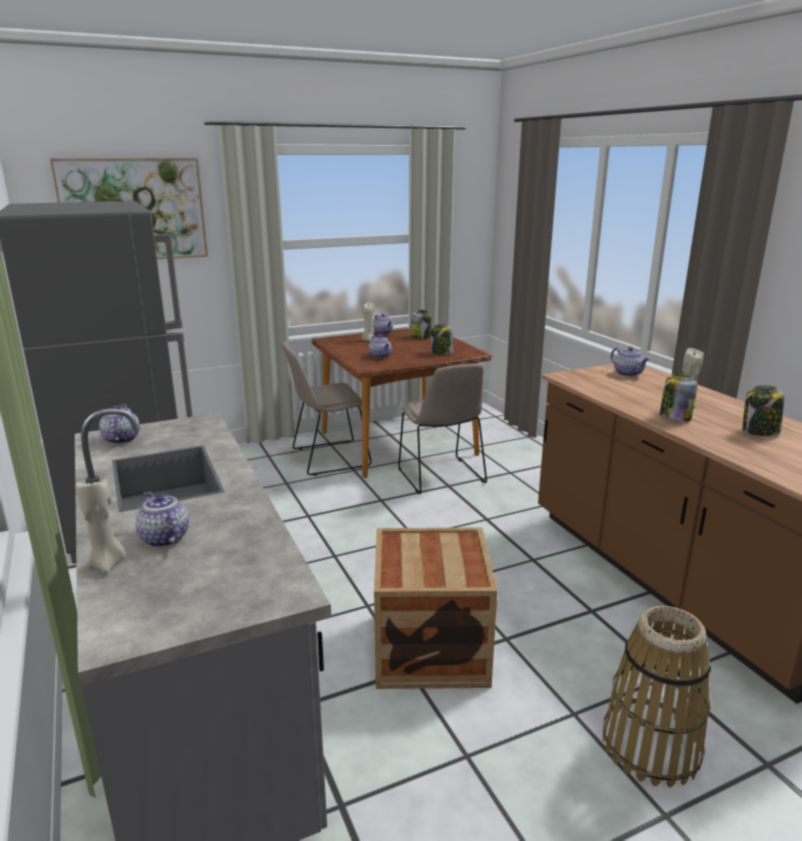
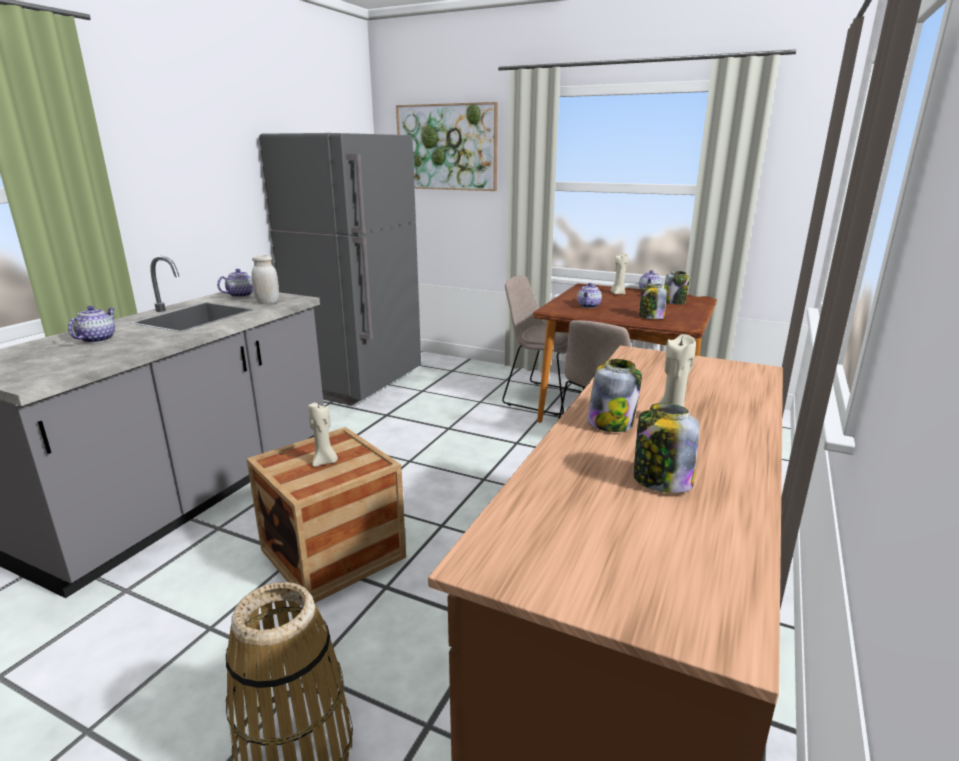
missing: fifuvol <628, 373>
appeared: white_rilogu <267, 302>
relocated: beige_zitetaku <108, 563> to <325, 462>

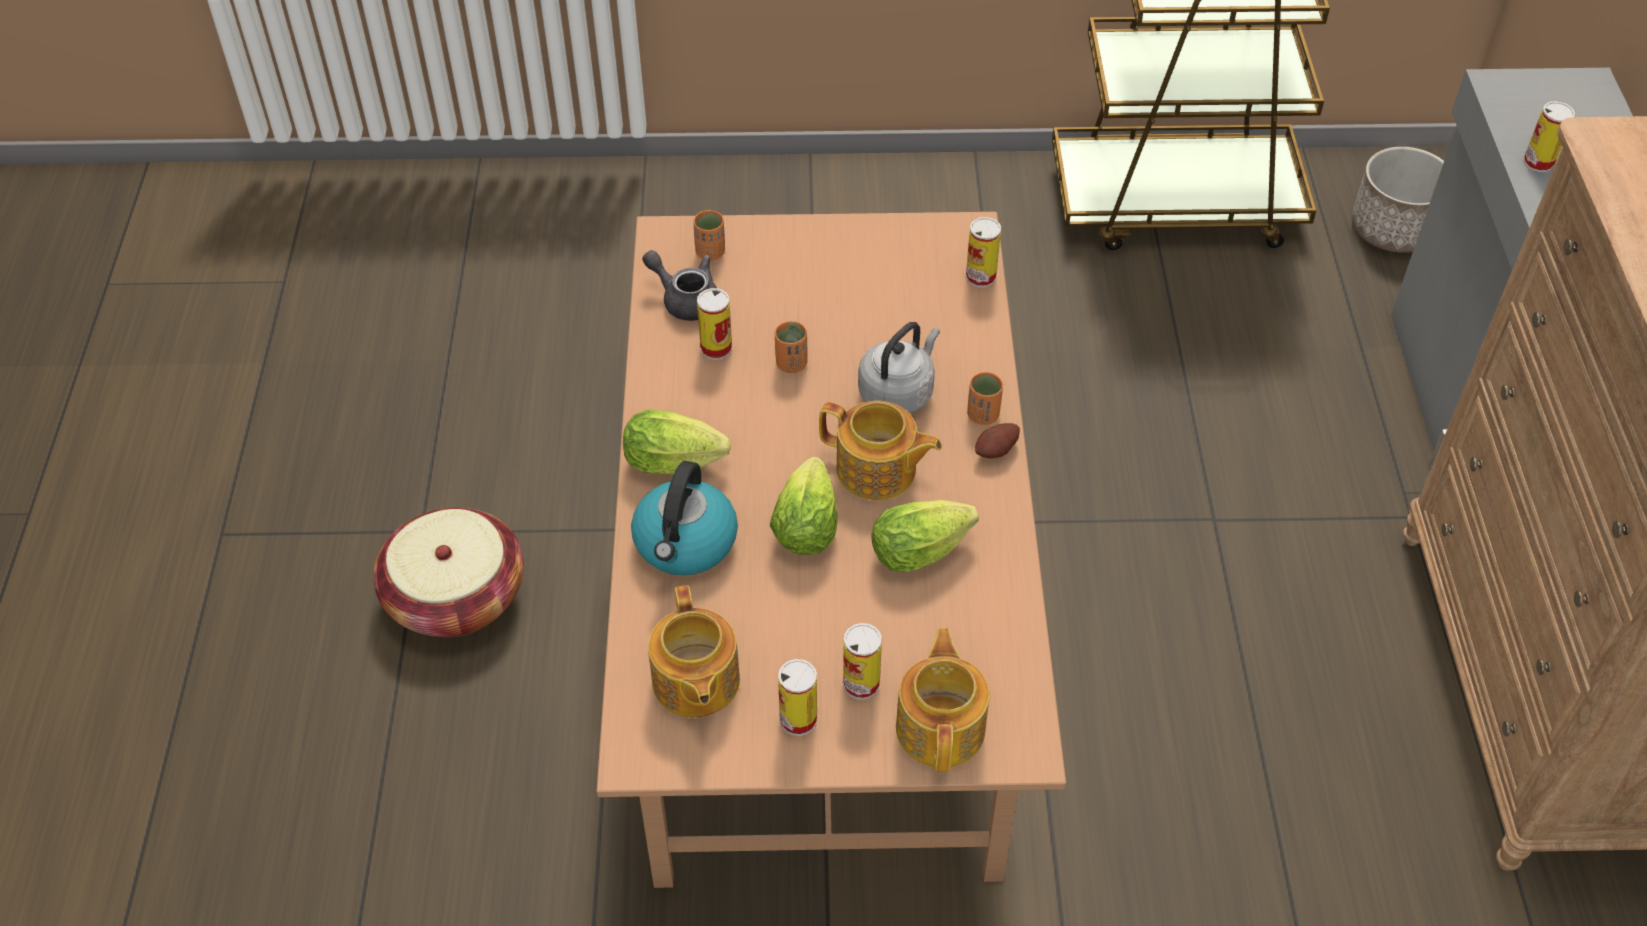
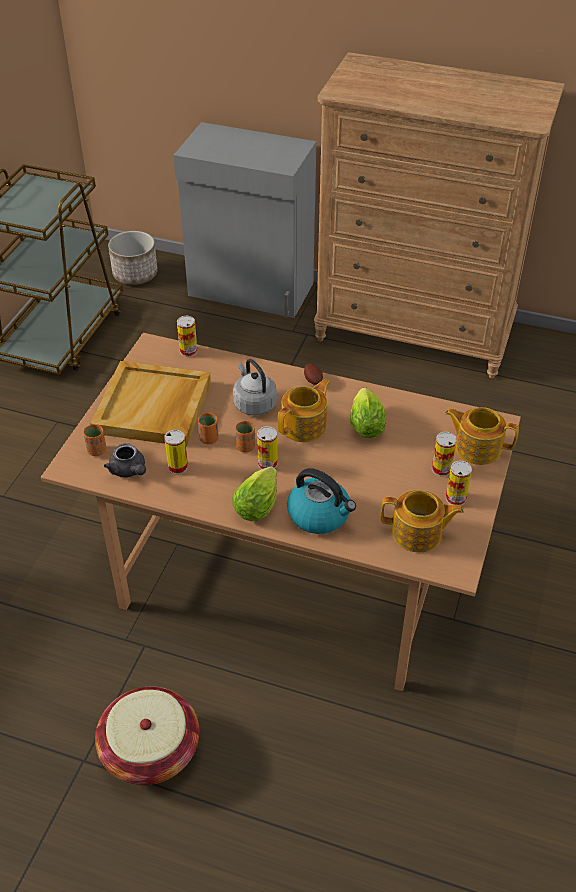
missing: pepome <807, 523>
appeared: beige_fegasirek <153, 407>
relocated: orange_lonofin <983, 415> to <245, 447>; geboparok <1538, 162> to <267, 463>
spun: grey_fifuvol <685, 299> = <129, 471> 90 degrees counterclockwise

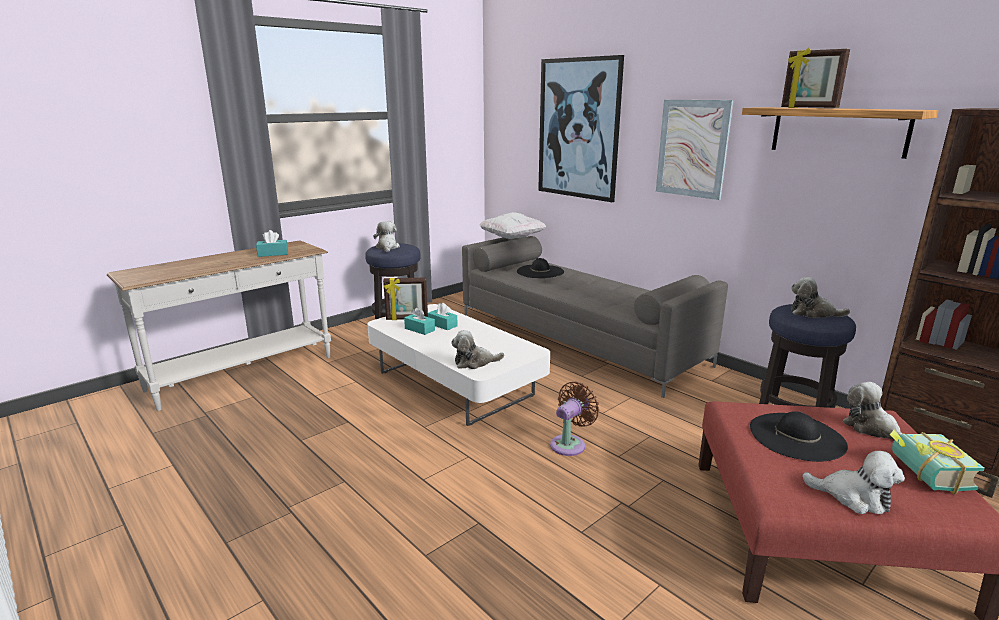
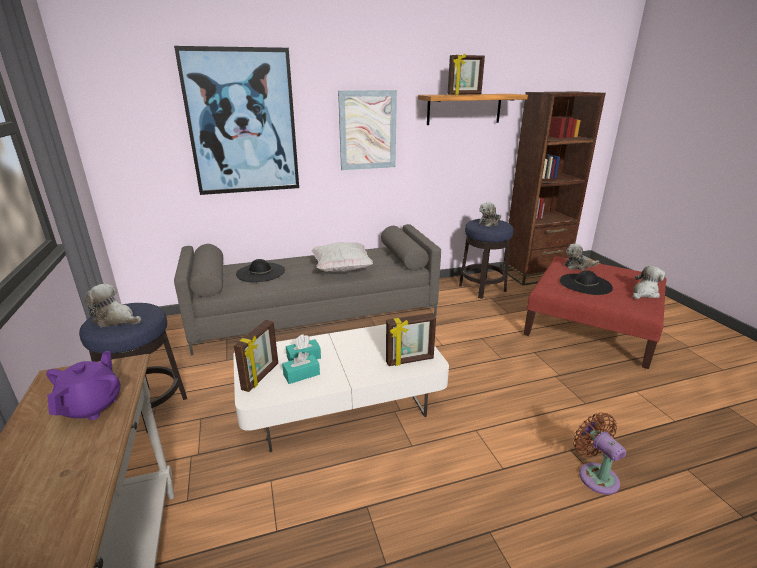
missing: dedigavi <923, 475>
relocated: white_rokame <512, 238> to <342, 269>; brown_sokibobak <570, 444> to <595, 475>
exchanged: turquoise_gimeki <273, 254> to purple_fifuvol <92, 406>; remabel <474, 362> to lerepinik <410, 361>

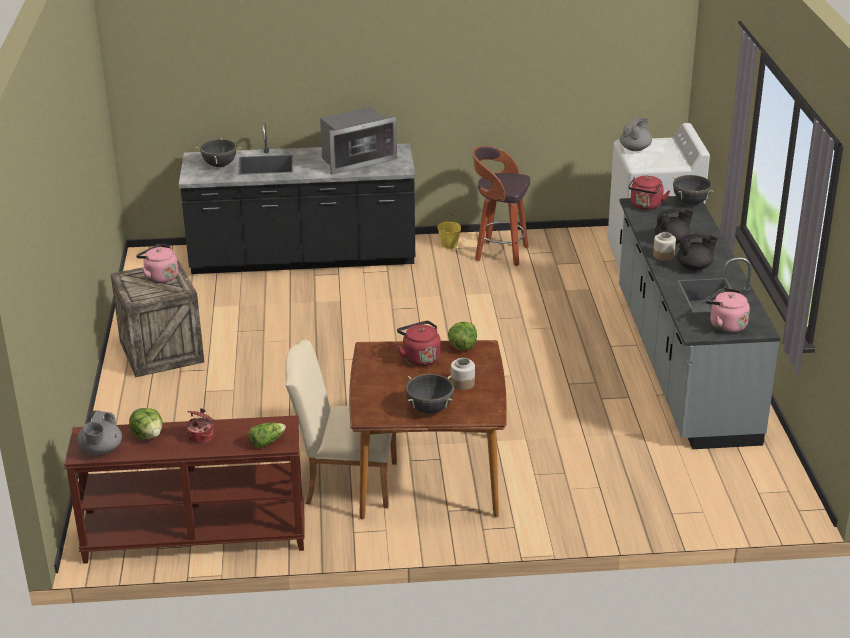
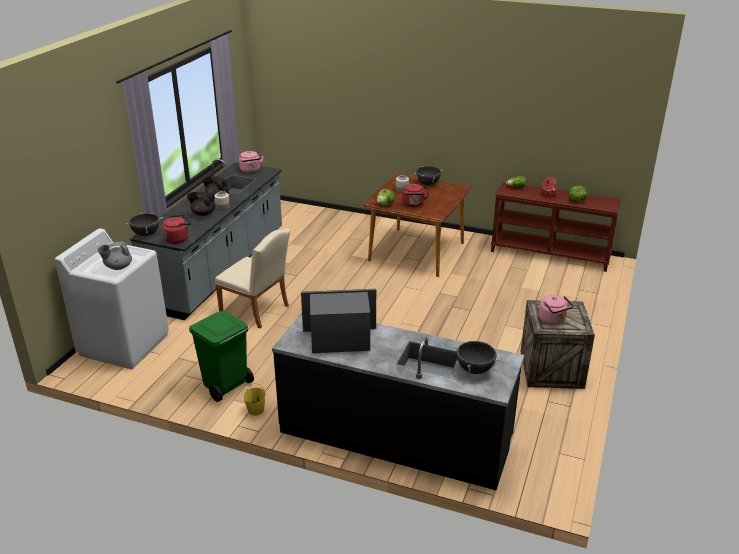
missing: grey_fifuvol <101, 450>
relocated: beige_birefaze <344, 482> to <258, 311>
exchanged: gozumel <500, 253> to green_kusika <225, 386>

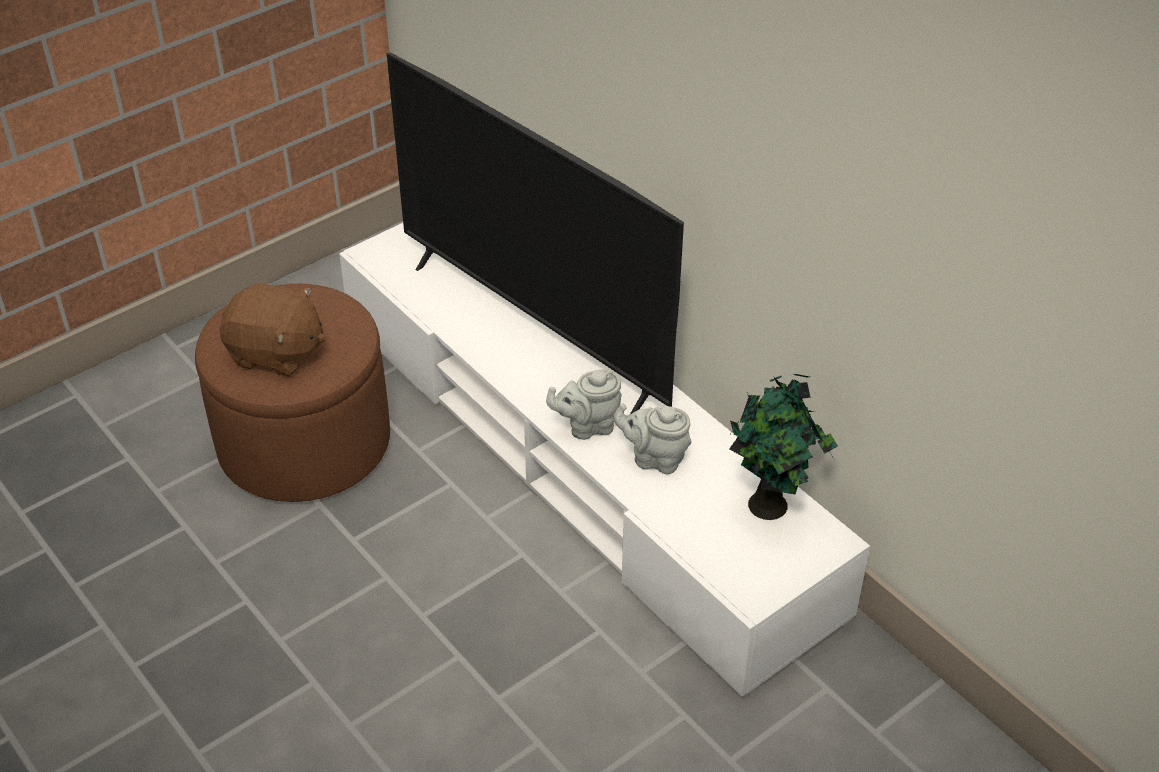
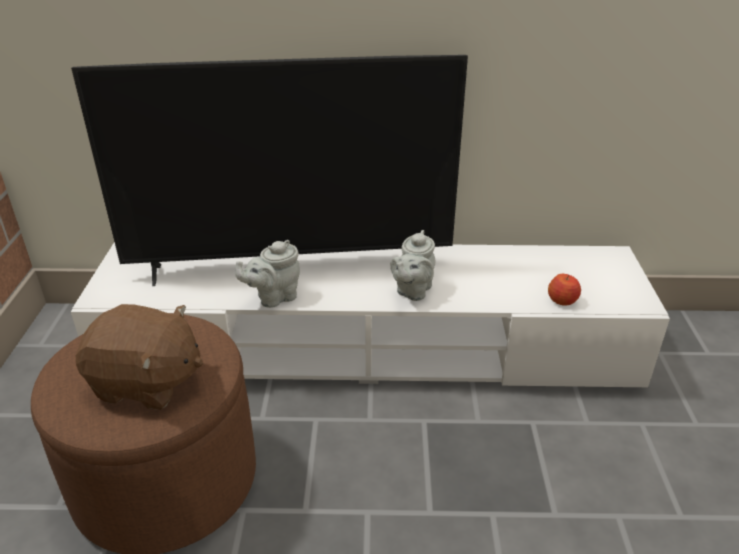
missing: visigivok <771, 506>
appeared: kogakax <562, 300>
relocated: grey_fifuvol <655, 458> to <274, 297>
spun: brown_remabel <276, 353> = <147, 383> 45 degrees clockwise

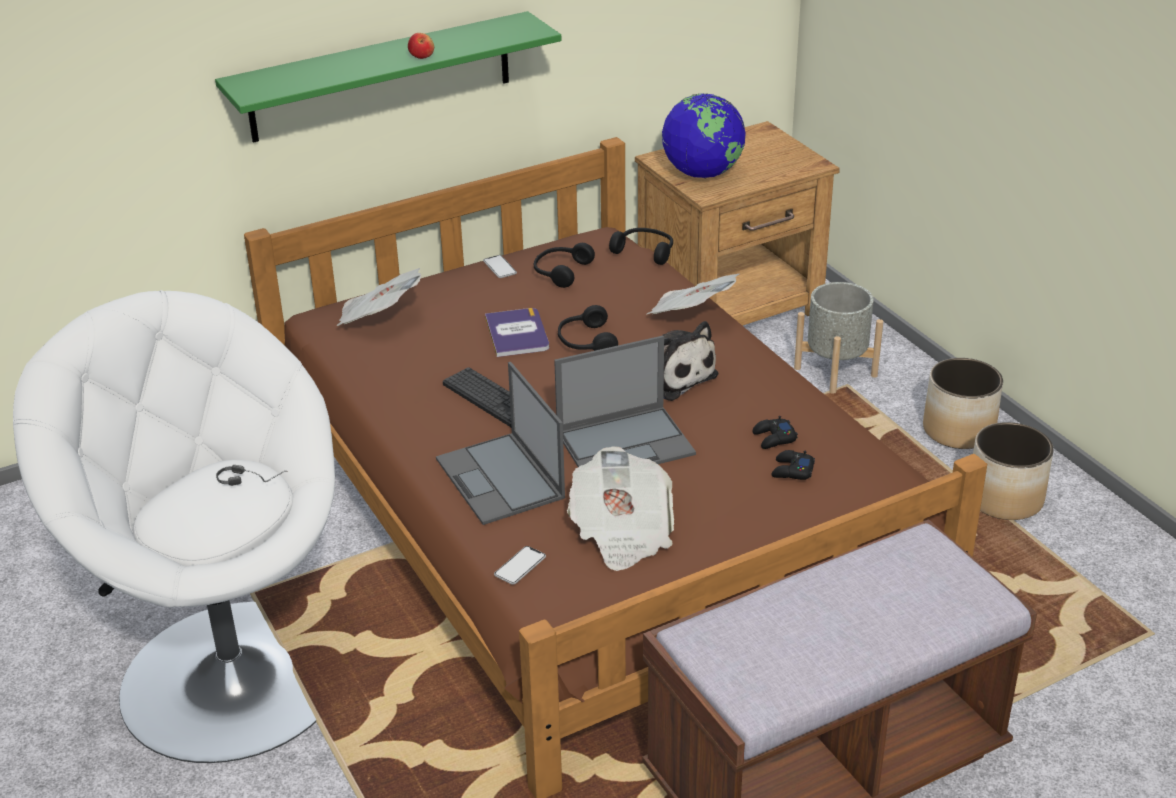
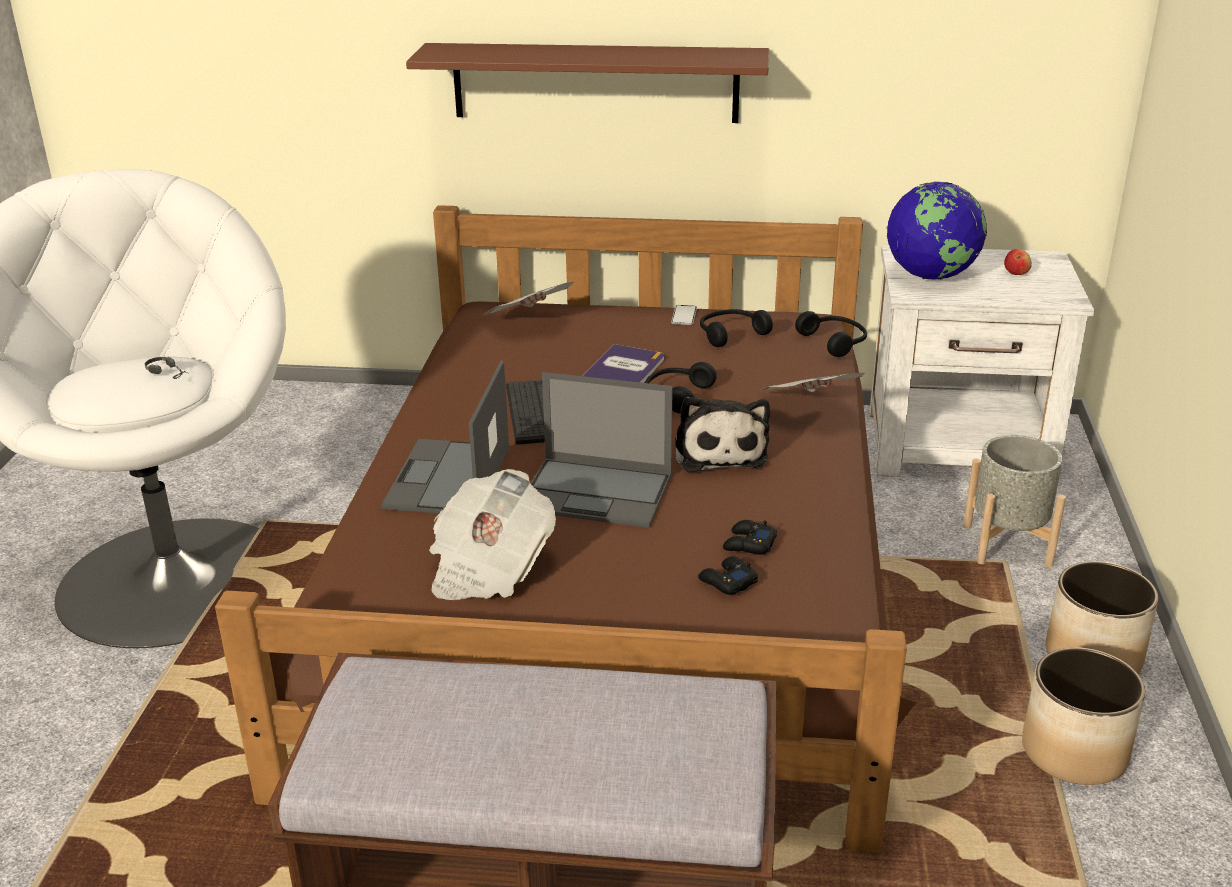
missing: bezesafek <520, 566>
relocated: kogakax <422, 56> to <1016, 272>
colour: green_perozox <381, 77> to brown_perozox <595, 82>; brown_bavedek <732, 304> to white_bavedek <961, 446>

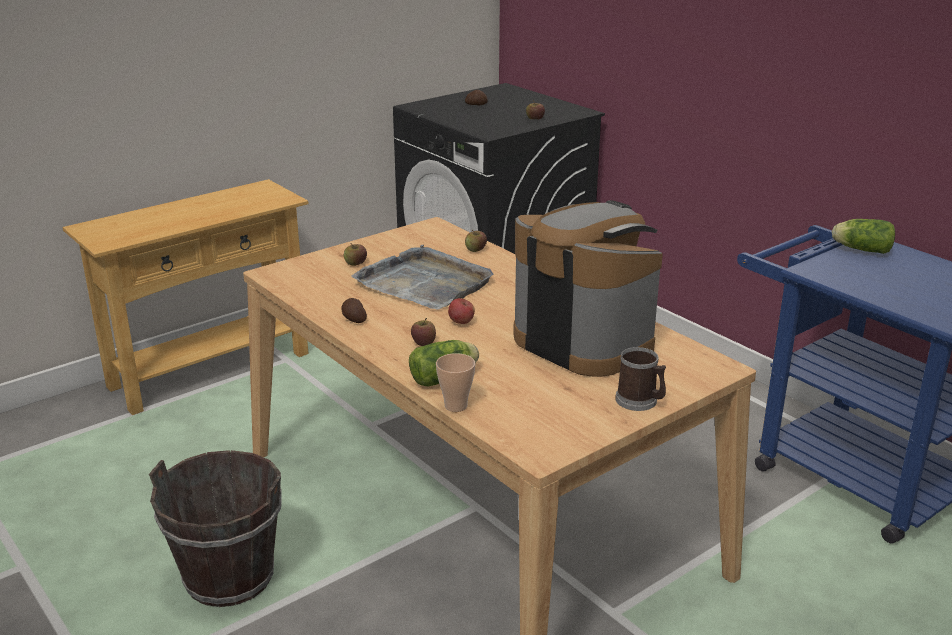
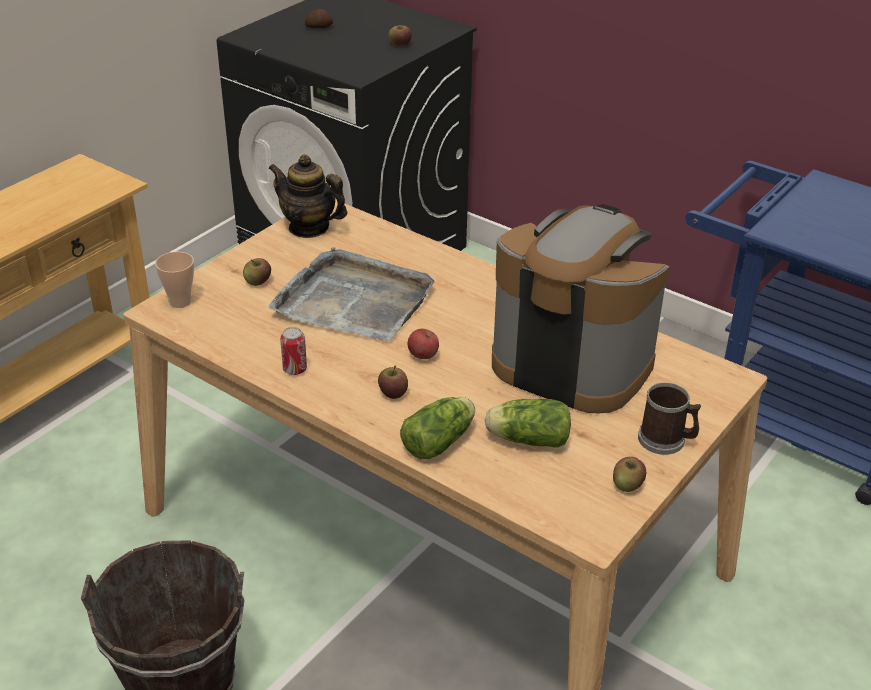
appeared: fifuvol <309, 227>
relocated: lonofin <456, 406> to <180, 302>; pepome <860, 249> to <526, 439>; kogakax <476, 250> to <627, 485>
exchanged: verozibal <354, 319> to geboparok <295, 369>

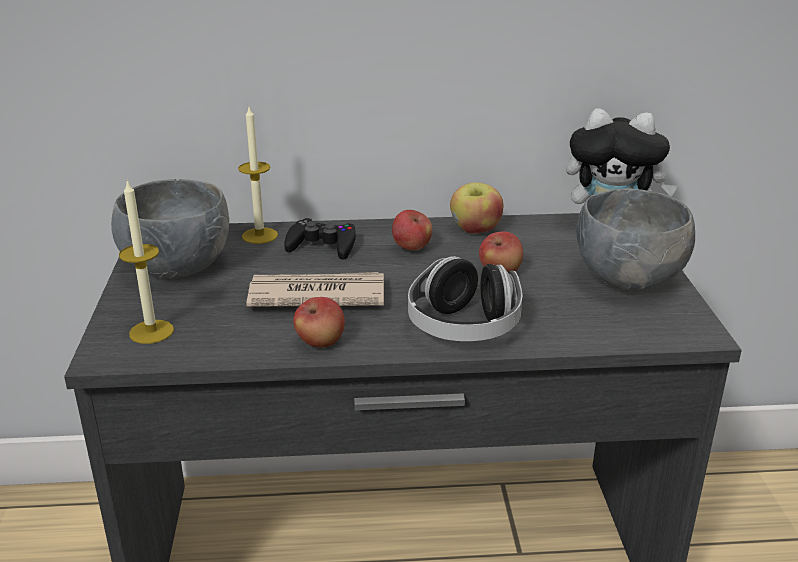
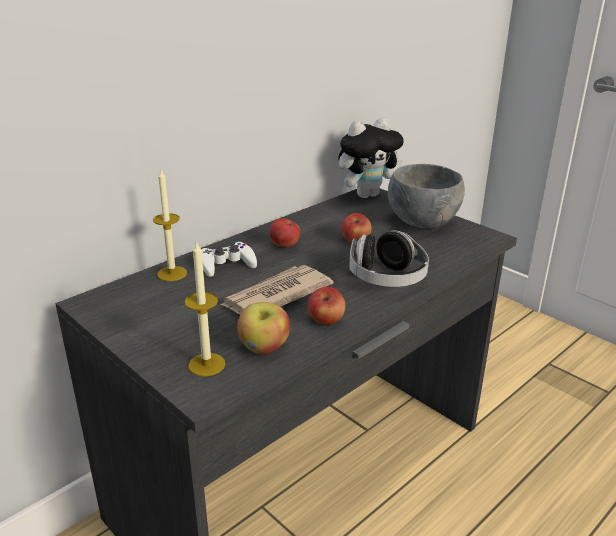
missing: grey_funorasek <176, 268>
relocated: kogakax <475, 230> to <264, 348>
colour: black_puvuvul <322, 246> to white_puvuvul <227, 264>

